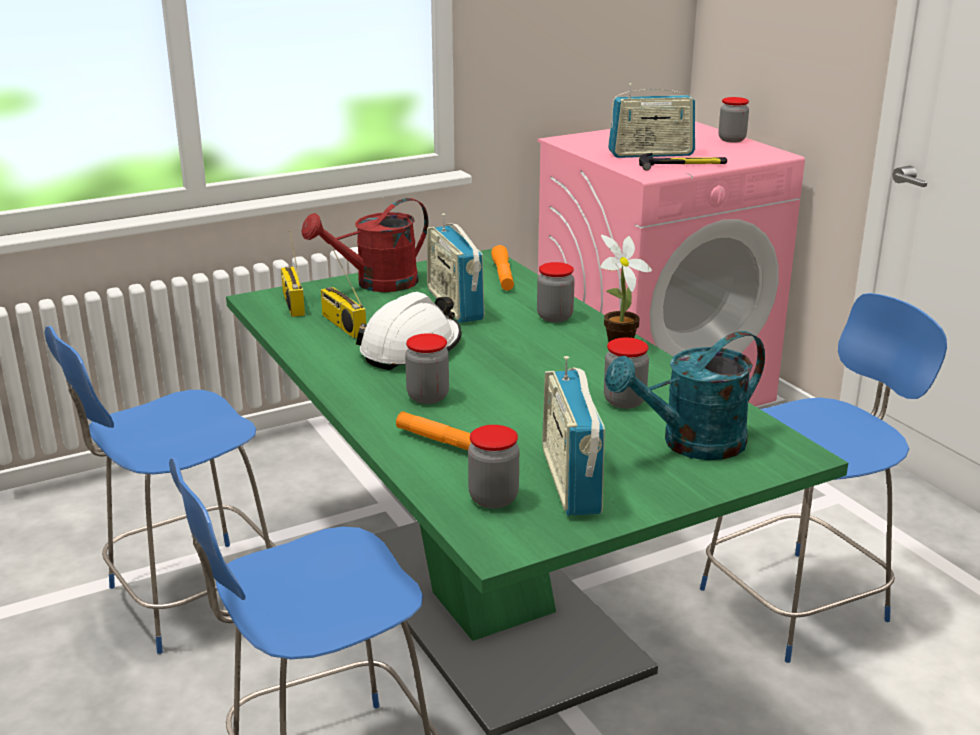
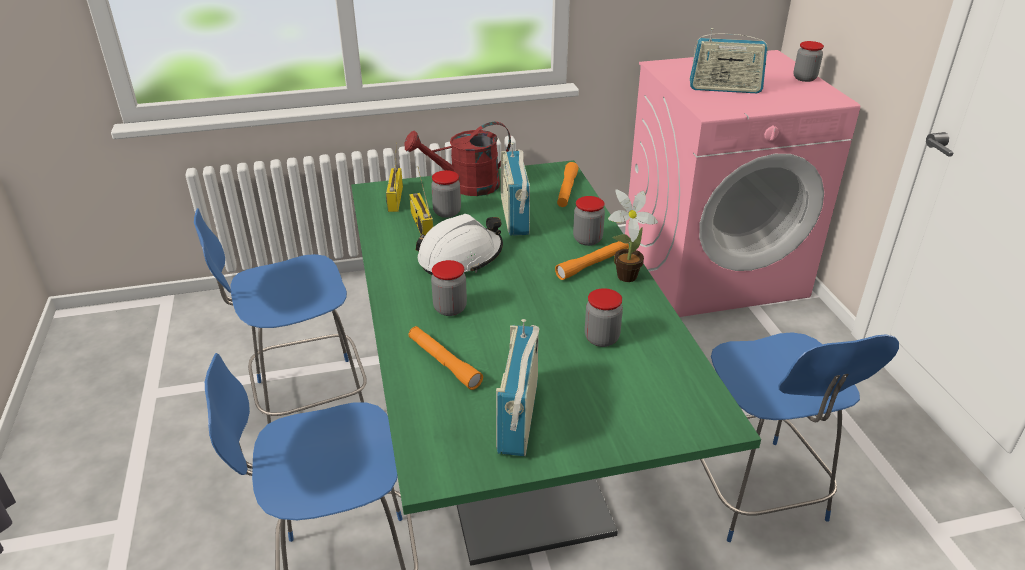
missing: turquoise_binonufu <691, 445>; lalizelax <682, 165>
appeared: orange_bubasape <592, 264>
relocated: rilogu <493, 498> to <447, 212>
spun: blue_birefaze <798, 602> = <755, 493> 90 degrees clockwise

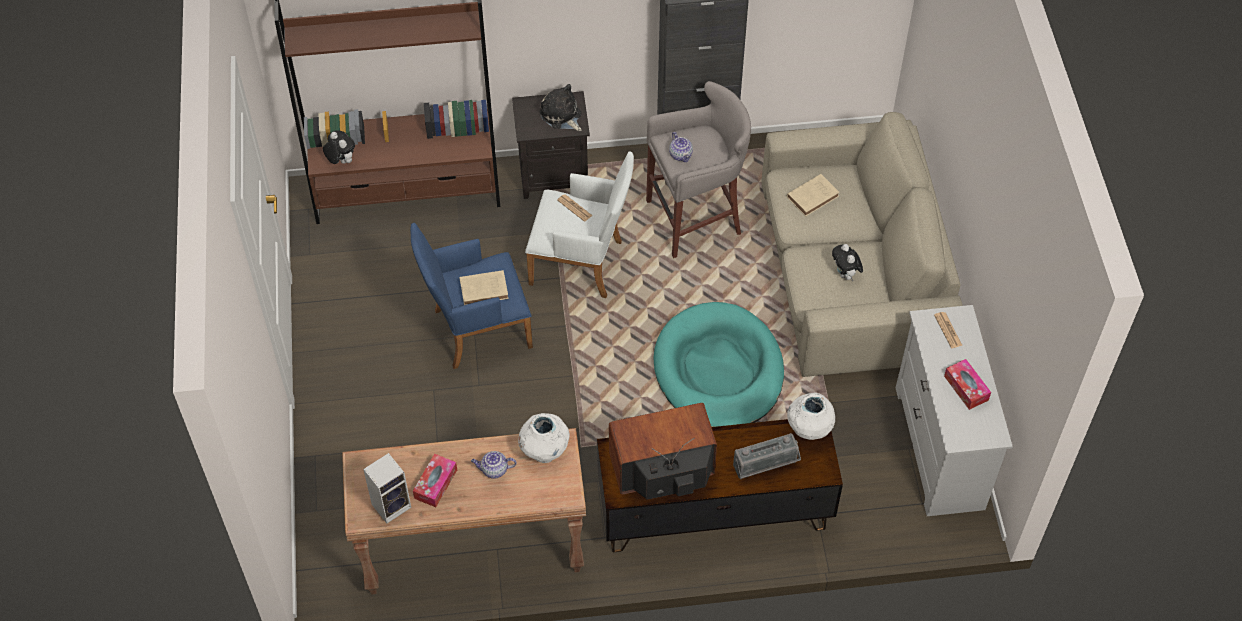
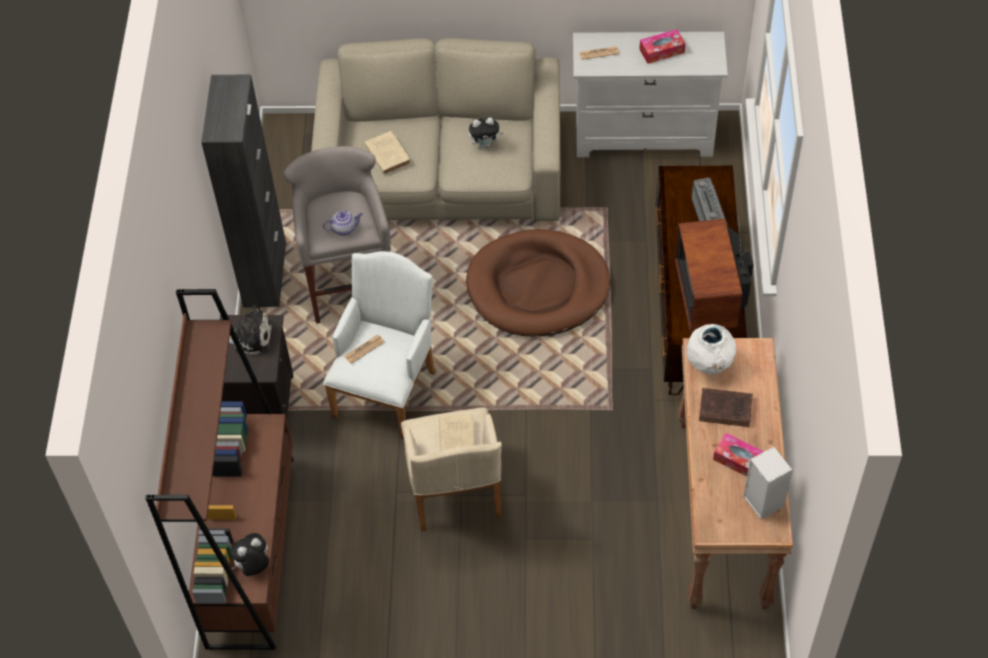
missing: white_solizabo <809, 430>
exchanged: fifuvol <494, 470> to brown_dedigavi <727, 409>
colour: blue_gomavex <476, 330> to beige_gomavex <455, 493>; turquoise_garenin <718, 370> to brown_garenin <538, 287>
spun: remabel <561, 116> = <251, 337> 150 degrees counterclockwise

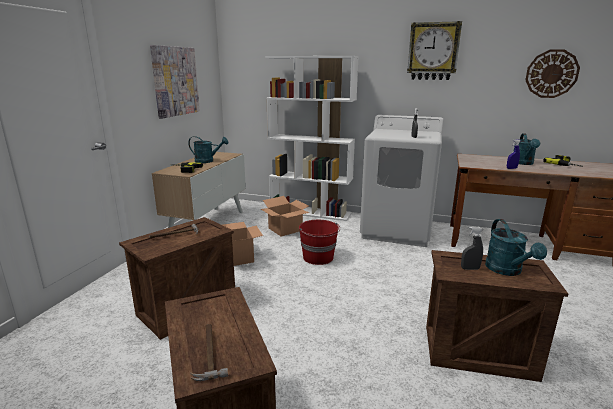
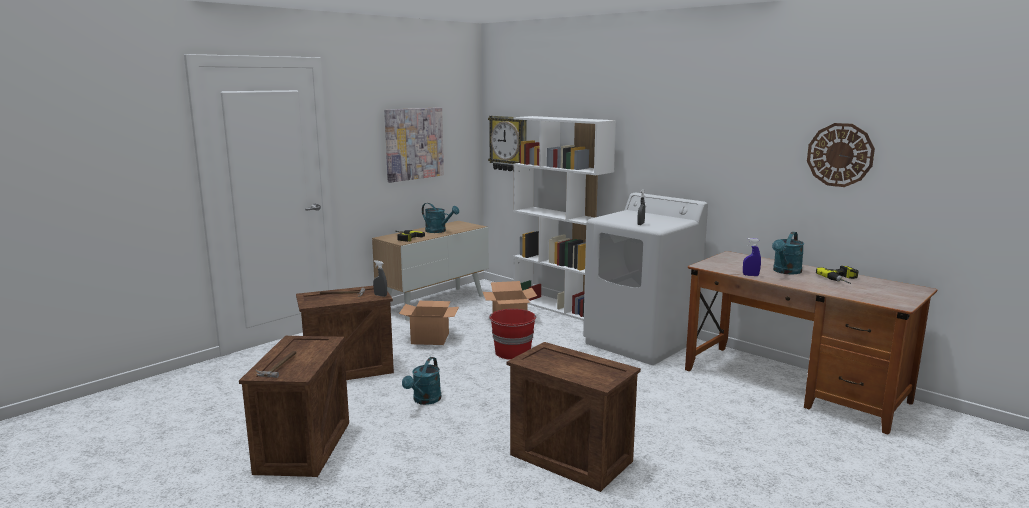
relocated: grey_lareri <470, 268> to <380, 295>; turquoise_binonufu <507, 271> to <424, 400>; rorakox <433, 51> to <509, 143>

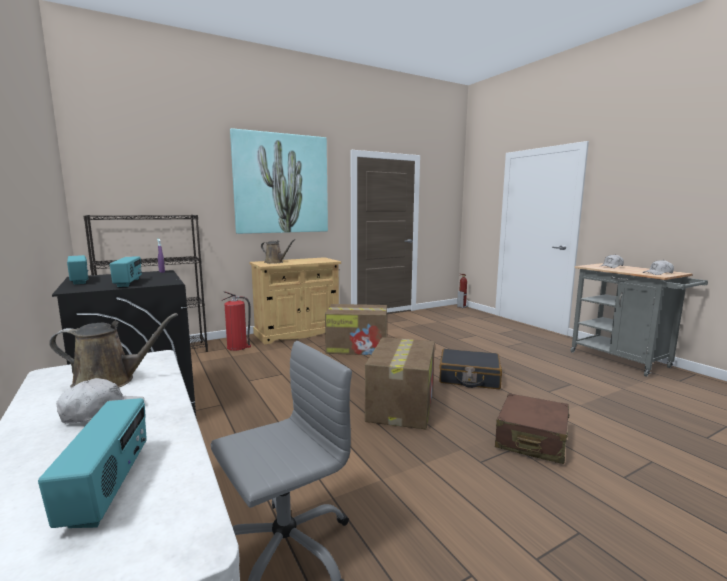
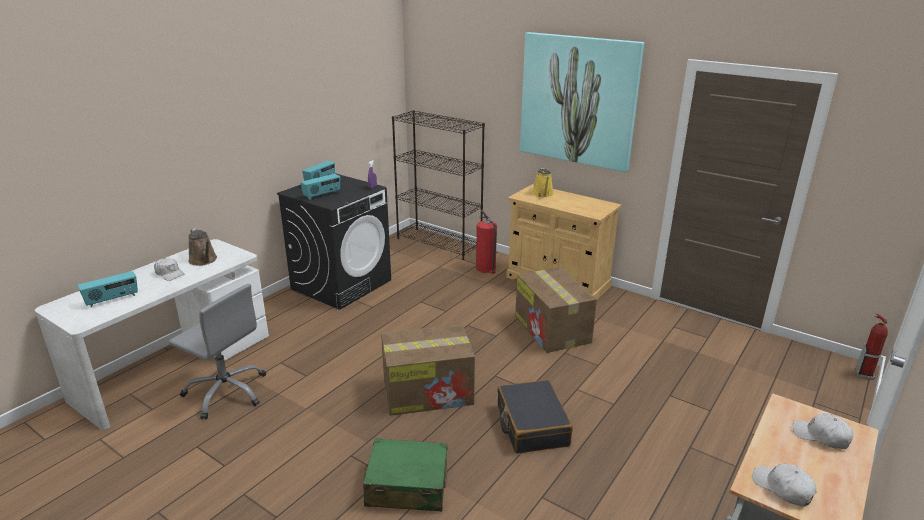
colour: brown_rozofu <531, 439> to green_rozofu <407, 486>; brown_binonufu <275, 262> to yellow_binonufu <543, 194>

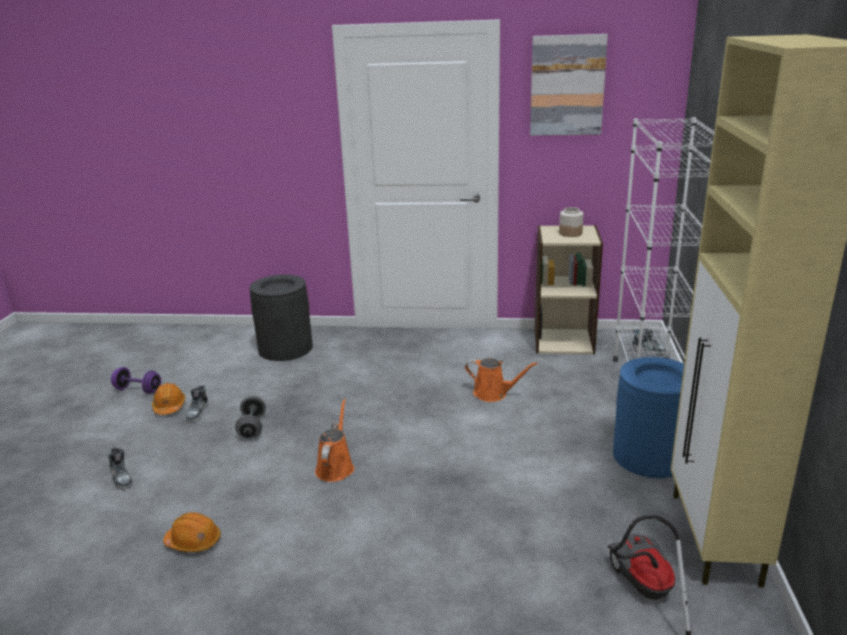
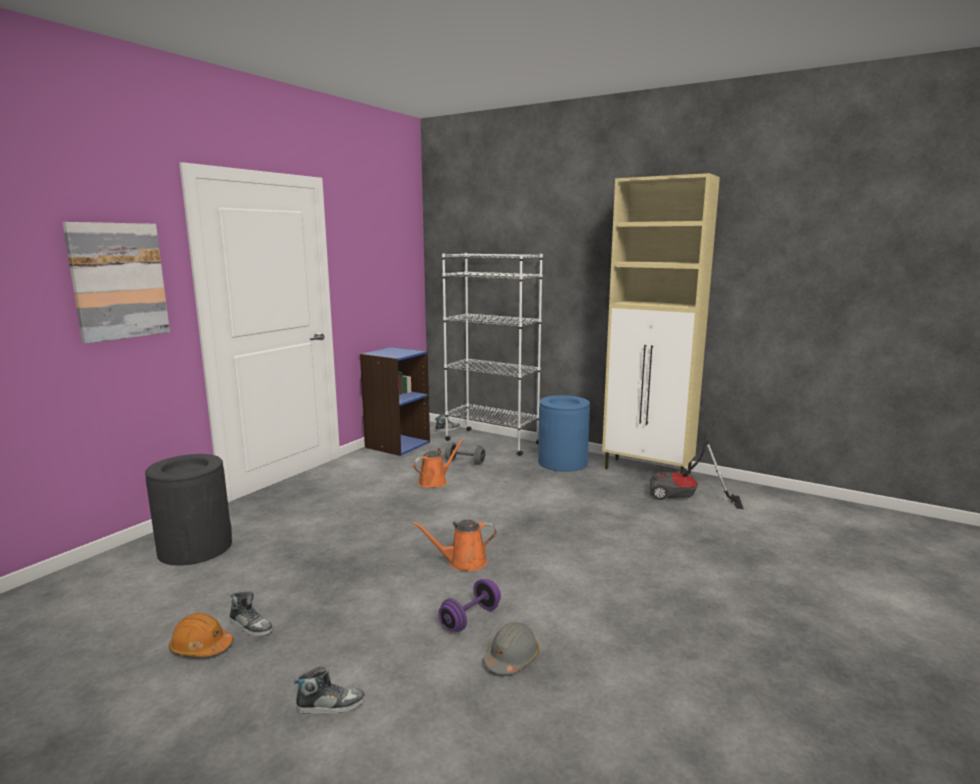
missing: rilogu <570, 233>
relocated: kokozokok <567, 85> to <118, 281>; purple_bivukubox <138, 390> to <470, 618>; grey_bivukubox <252, 428> to <465, 462>
colour: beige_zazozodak <563, 341> to blue_zazozodak <397, 444>; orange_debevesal <193, 542> to grey_debevesal <512, 659>
spun: orange_binonufu <335, 467> = <463, 562> 45 degrees counterclockwise

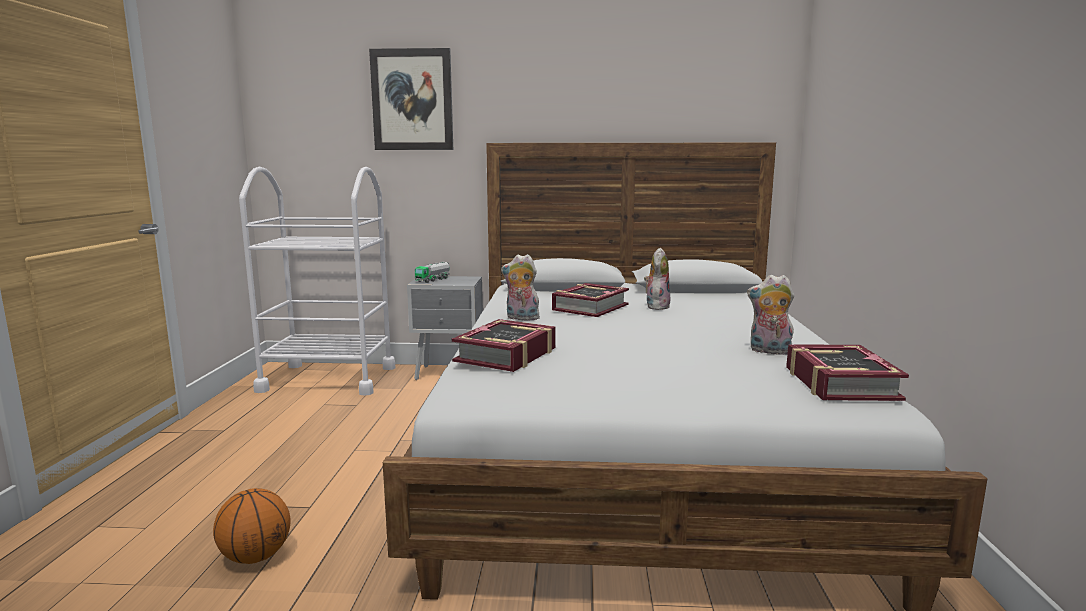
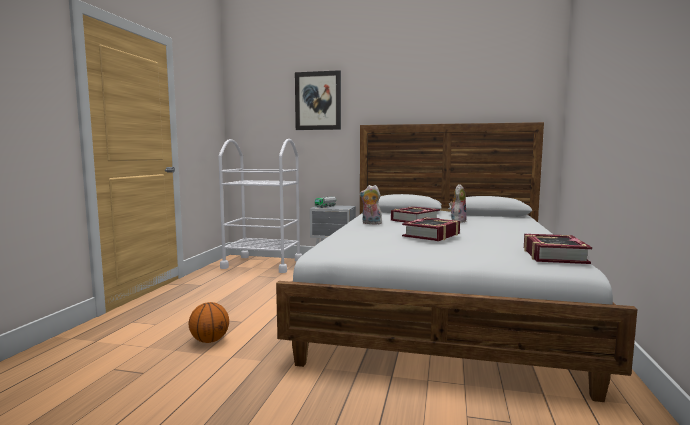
missing: remabel <769, 351>
relocated: dedigavi <506, 355> to <432, 235>

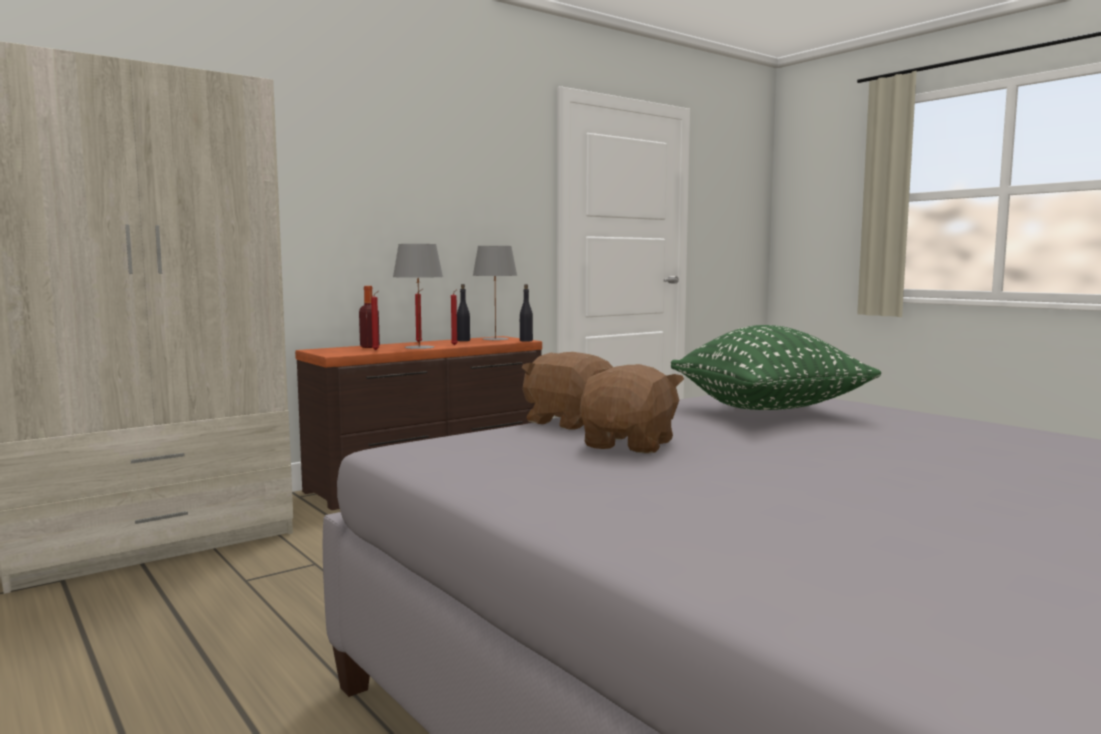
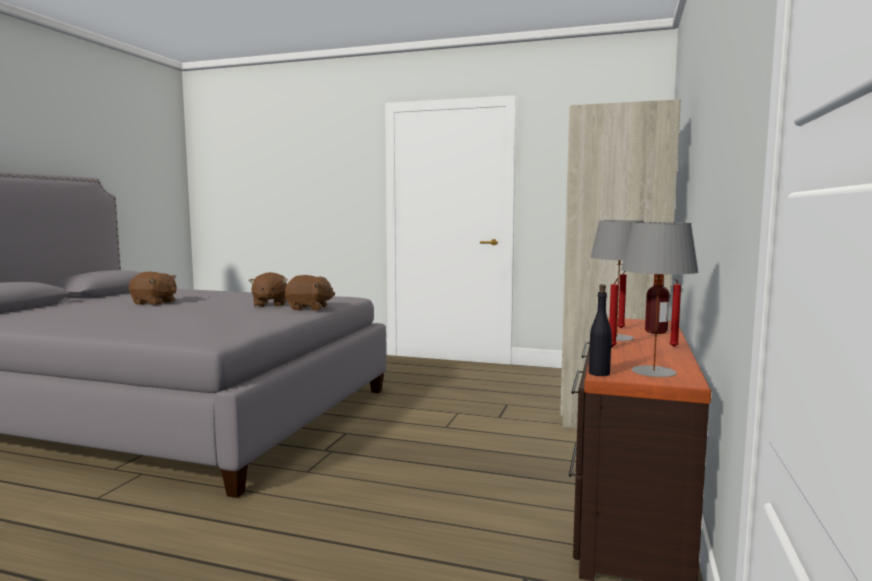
missing: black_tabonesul <463, 340>; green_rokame <769, 410>
appeared: brown_remabel <154, 303>

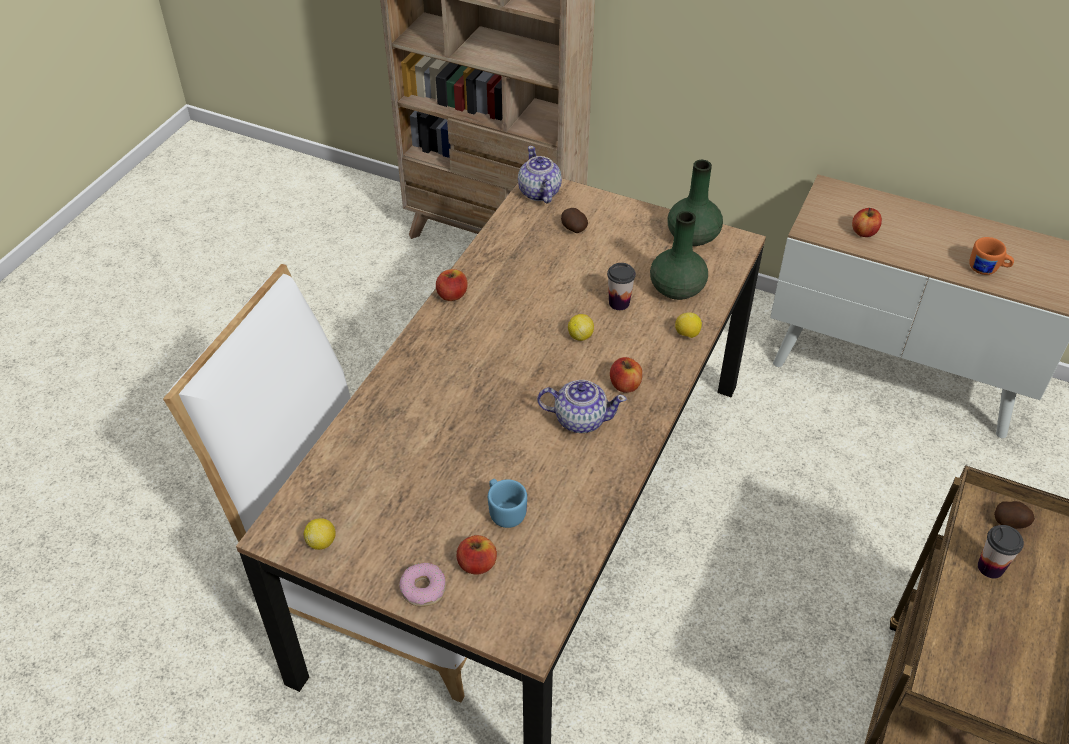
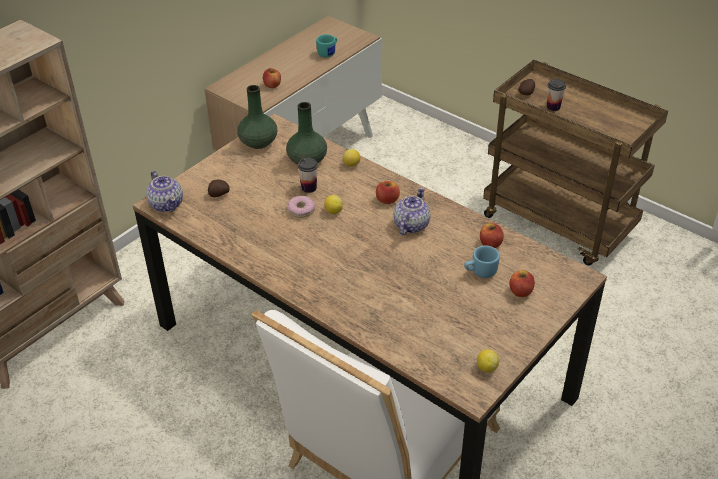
relocated: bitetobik <423, 589> to <301, 210>; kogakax <452, 295> to <490, 243>
colour: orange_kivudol <987, 269> to turquoise_kivudol <328, 53>
spun: fifuvol <539, 192> = <166, 204> 120 degrees counterclockwise

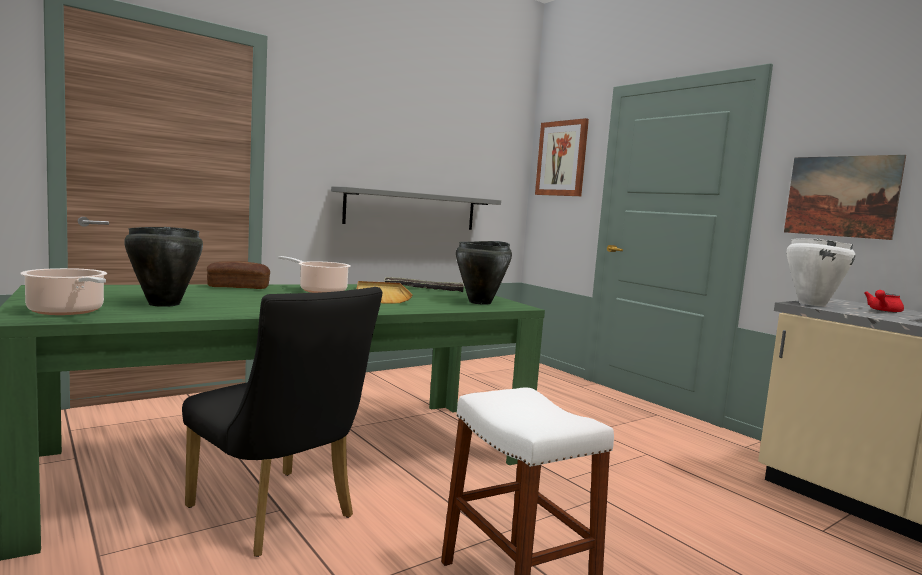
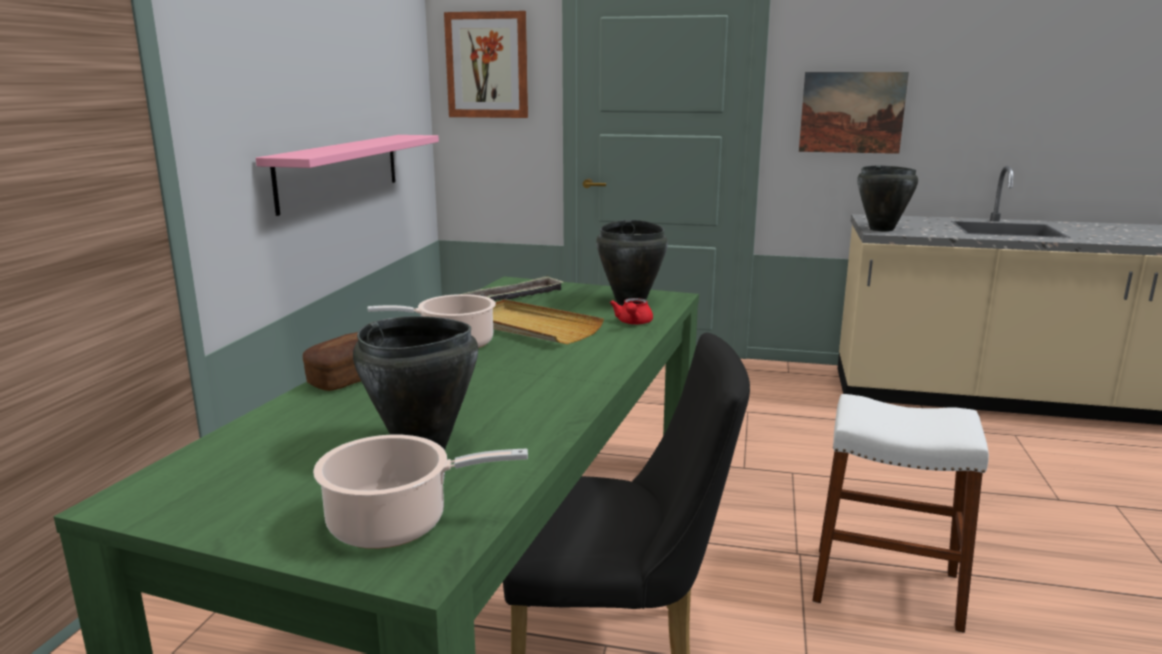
relocated: red_fifuvol <883, 311> to <633, 323>
colour: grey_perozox <412, 210> to pink_perozox <340, 170>; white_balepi <811, 304> to black_balepi <881, 229>

